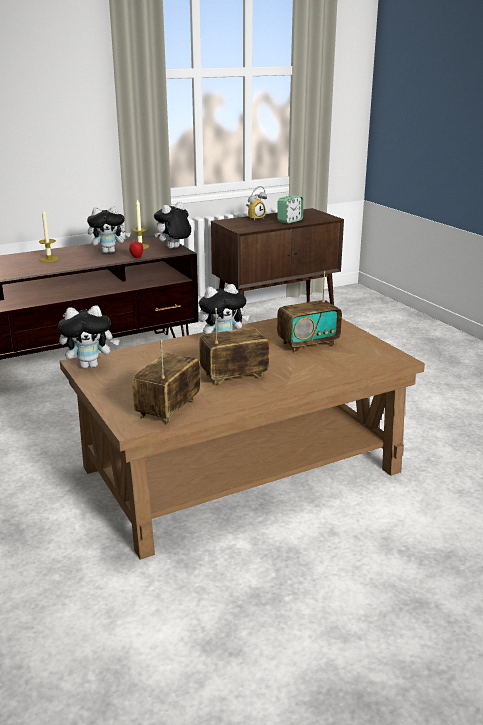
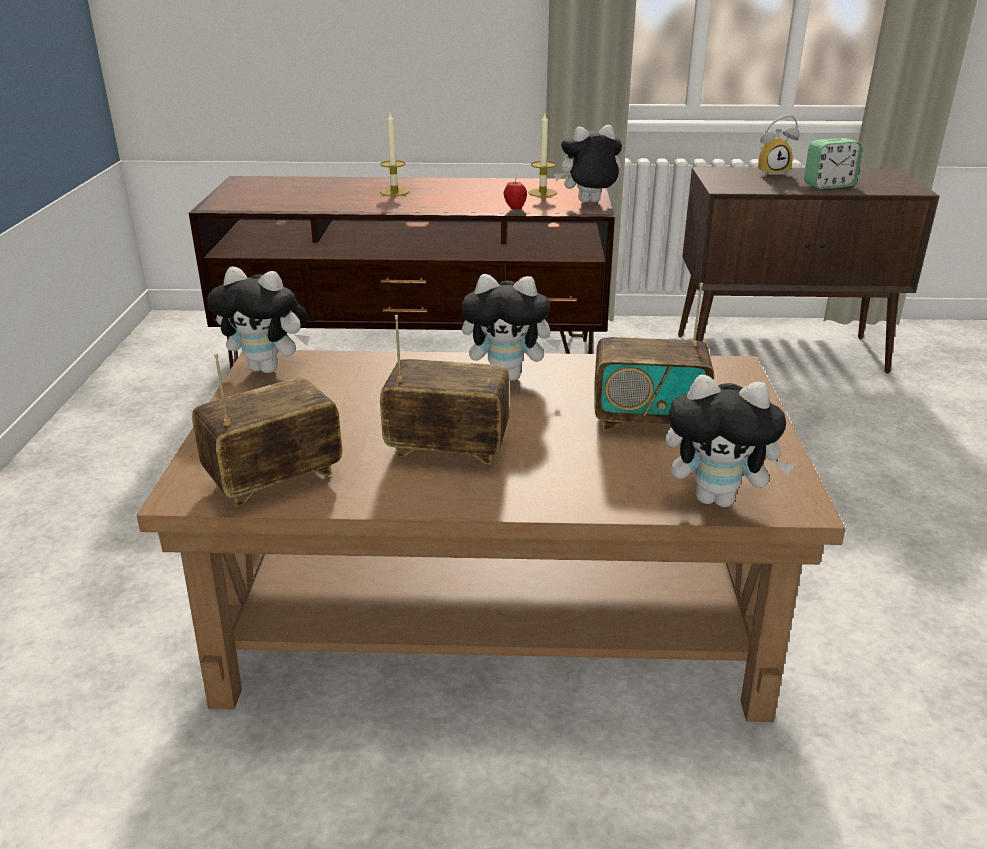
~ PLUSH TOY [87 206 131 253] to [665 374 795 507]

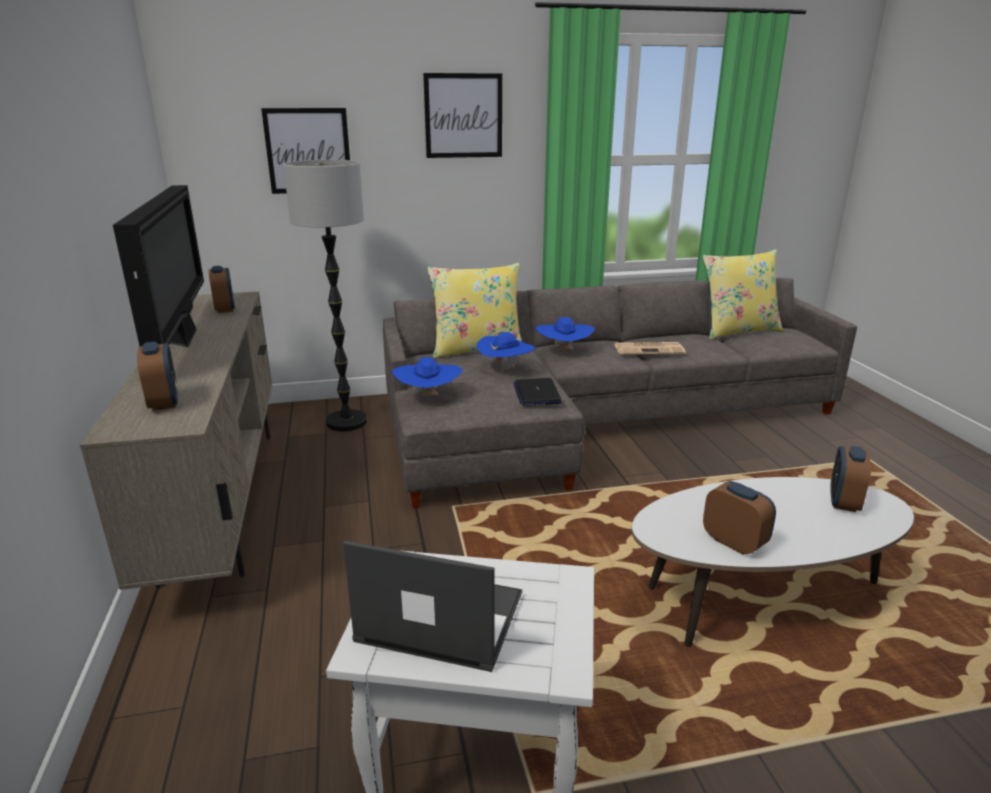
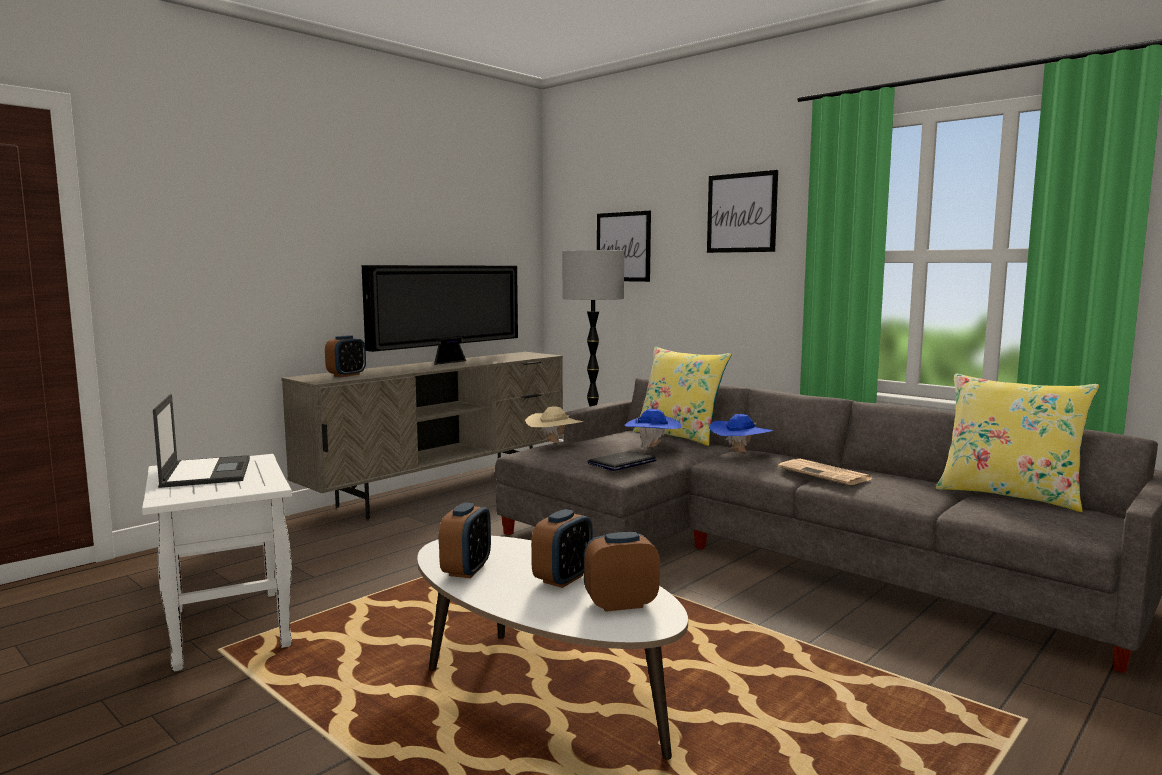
~ ALARM CLOCK [209 266 235 313] to [531 509 593 588]
~ BLUE HAT [392 357 463 396] to BEIGE HAT [525 407 583 444]

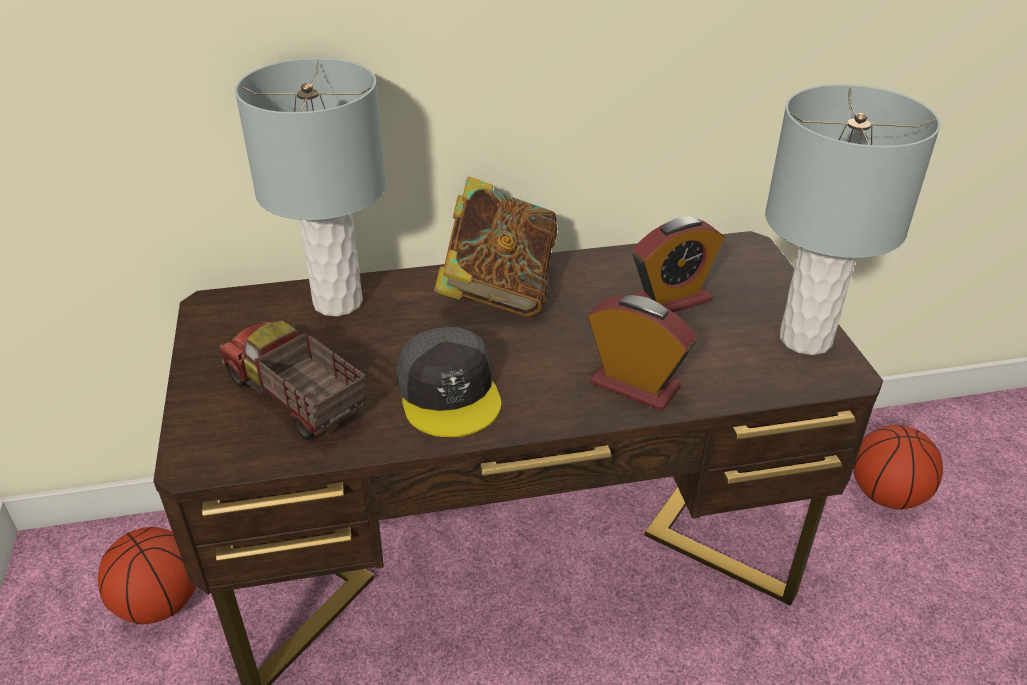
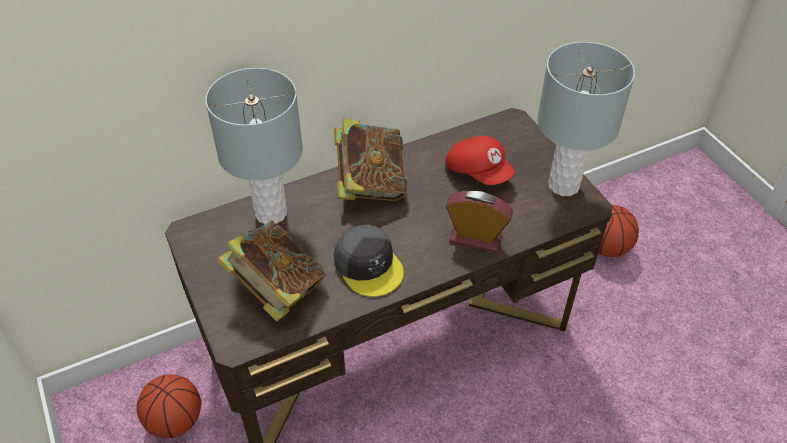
~ ALARM CLOCK [633 216 725 313] to RED CAP [445 136 515 185]
~ TOY TRUCK [220 321 366 440] to BOOK [216 221 326 321]

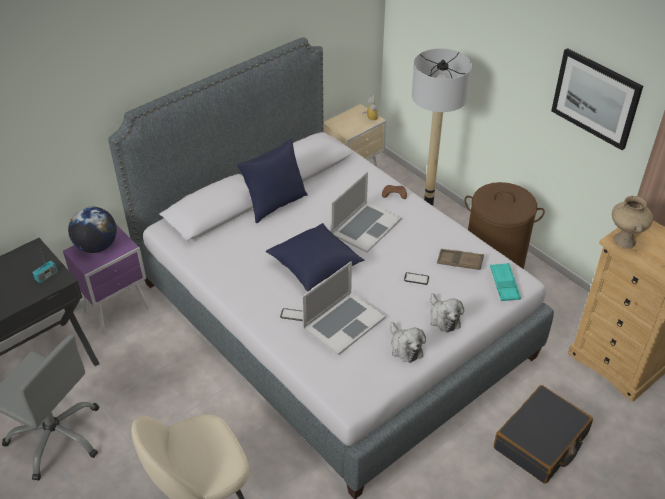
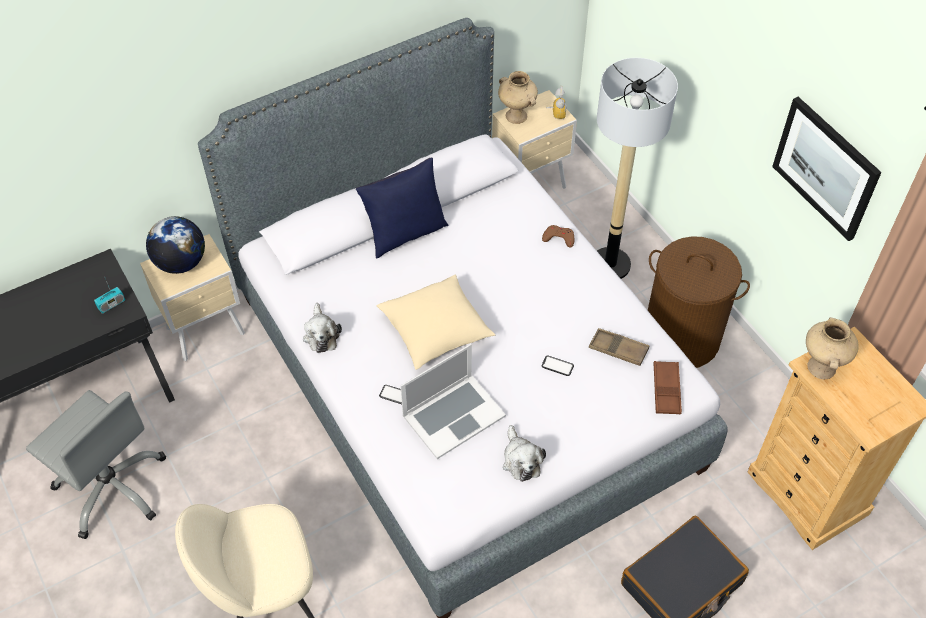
- LAPTOP [331 171 401 253]
~ BLUE PILLOW [266 223 365 292] to BEIGE PILLOW [377 275 495 370]
~ PURPLE NIGHTSTAND [63 224 150 334] to BEIGE NIGHTSTAND [140 234 245 361]
~ TURQUOISE TRAY [490 263 521 301] to BROWN TRAY [653 361 682 414]
~ PLUSH TOY [430 293 464 332] to [303 303 342 353]
+ BEIGE VASE [498 71 538 124]

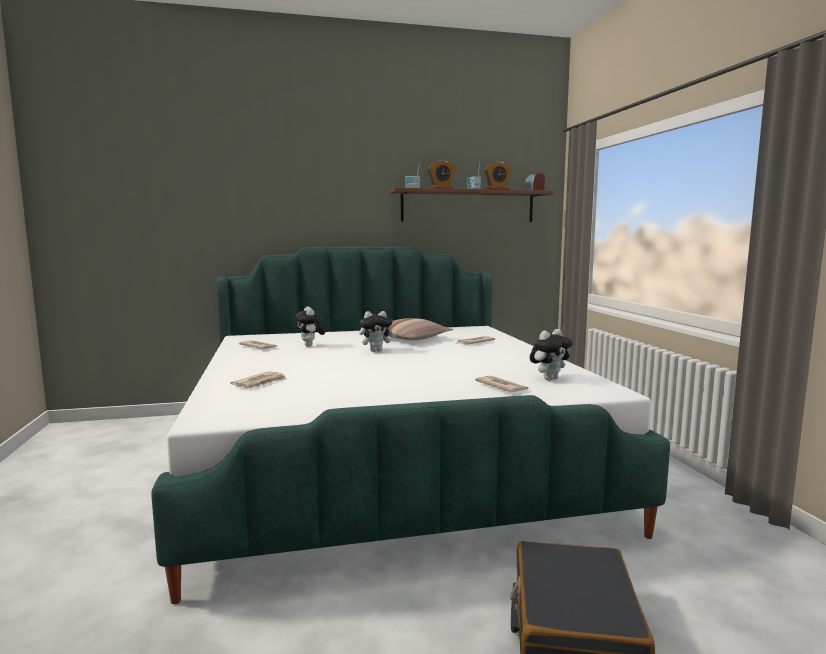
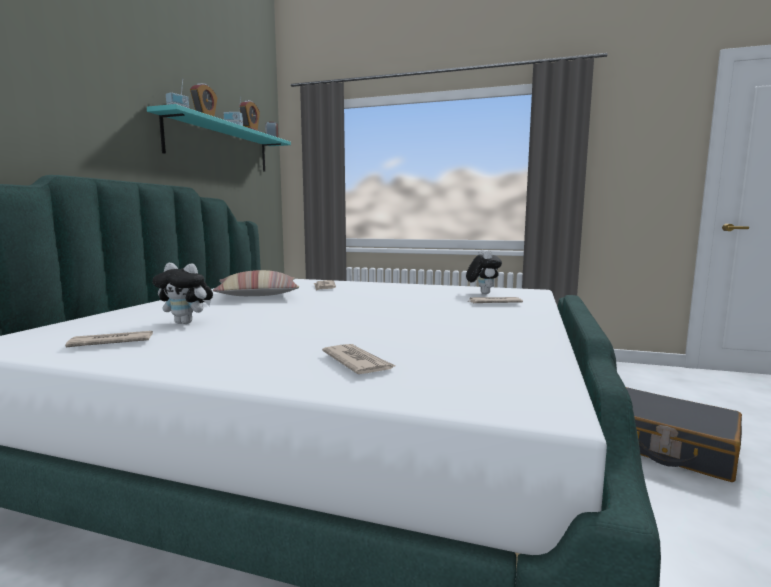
~ BROWN SHELF [389 188 554 222] to TURQUOISE SHELF [147 104 291 172]
- PLUSH TOY [359 311 396 352]

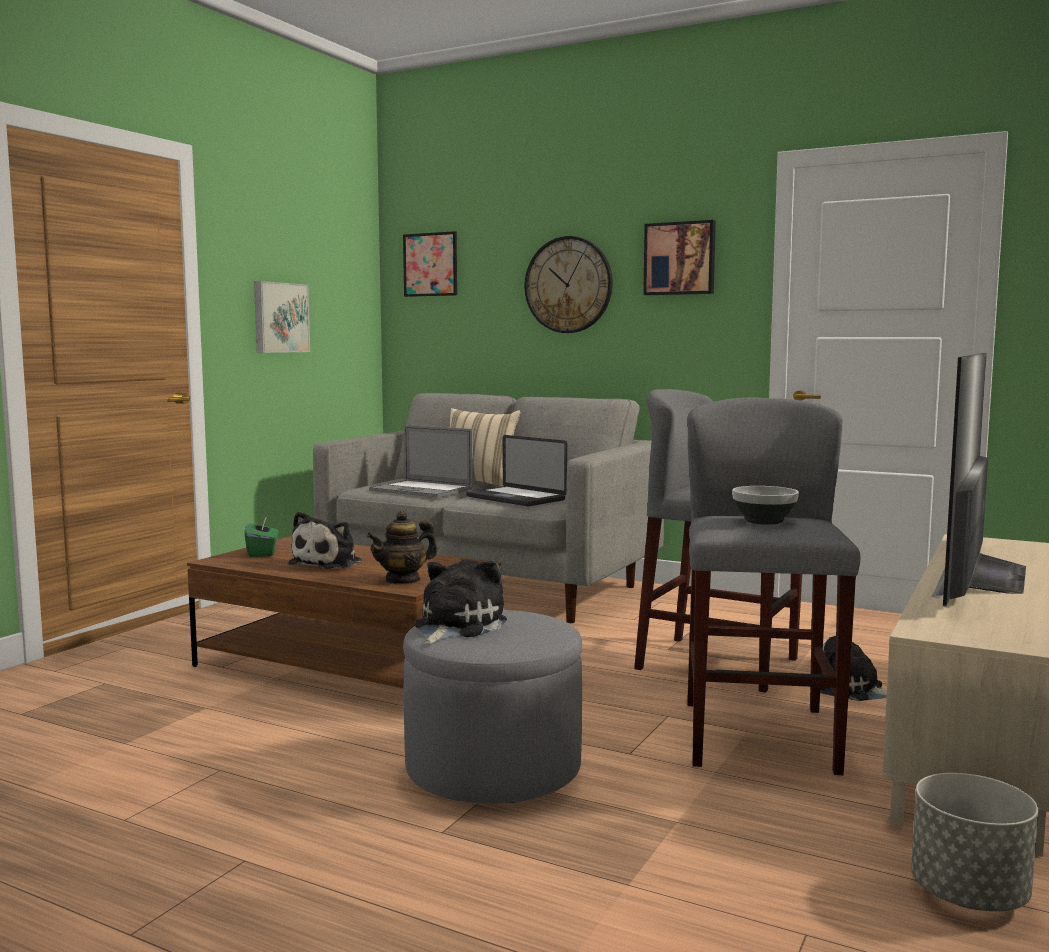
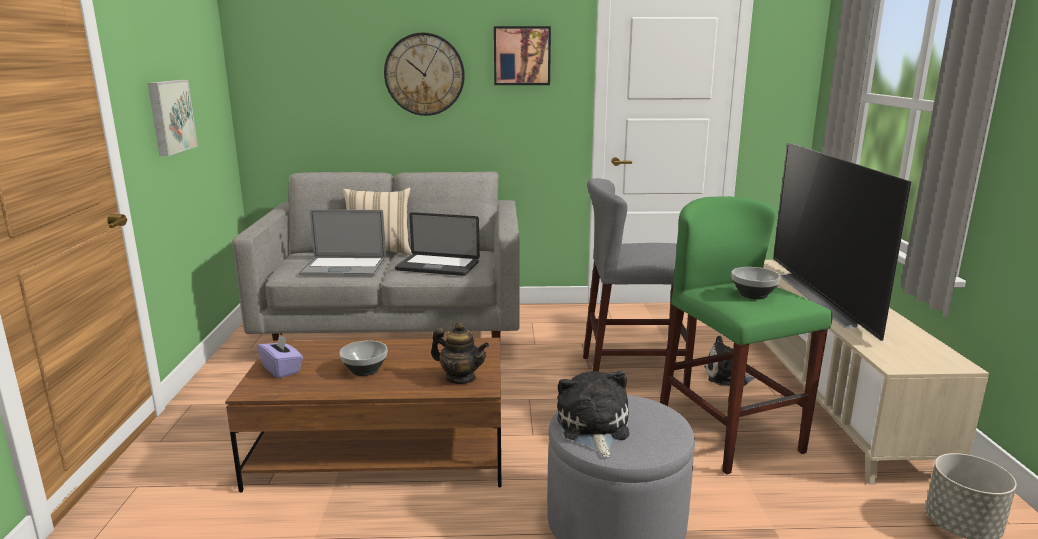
- PICTURE [403 231 457 297]
~ GREY STOOL [687 397 860 775] to GREEN STOOL [660 196 833 474]
~ PLUSH TOY [288 511 362 568] to BOWL [339 340 388 376]
~ TEAPOT [367 511 437 585] = [431 322 489 384] 90 degrees counterclockwise
~ GREEN TISSUE BOX [244 516 278 557] to PURPLE TISSUE BOX [257 334 303 379]

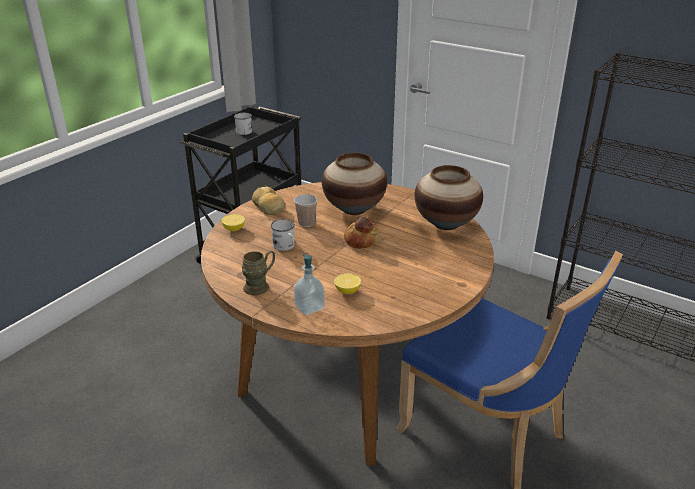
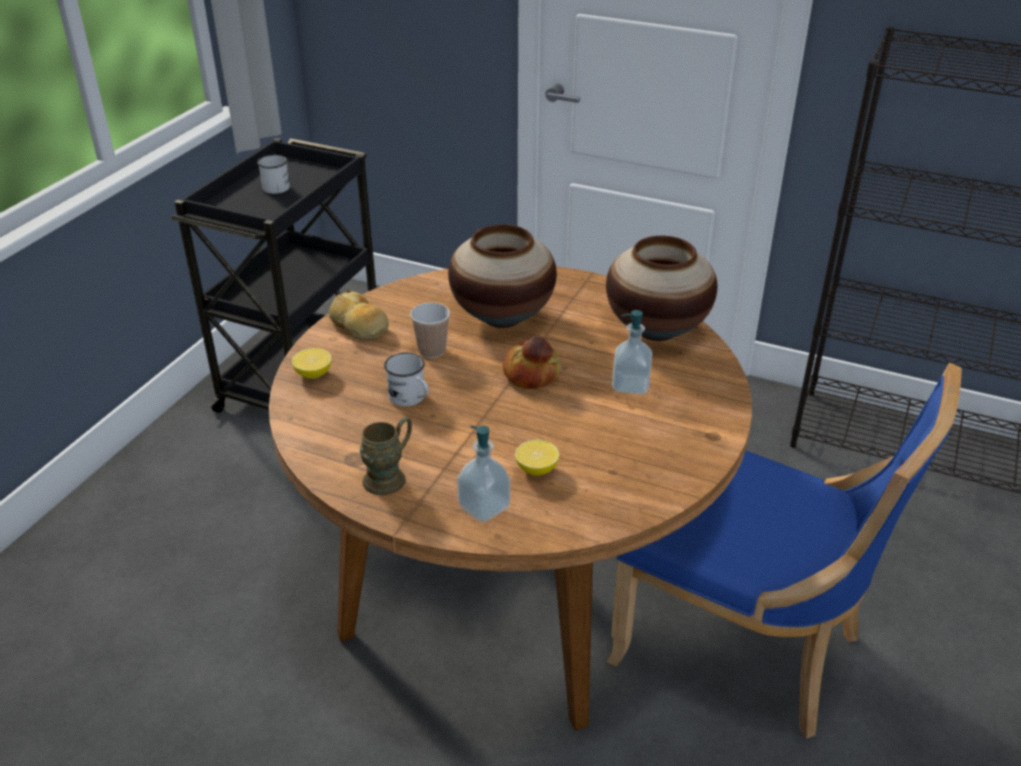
+ SOAP DISPENSER [612 310 652 395]

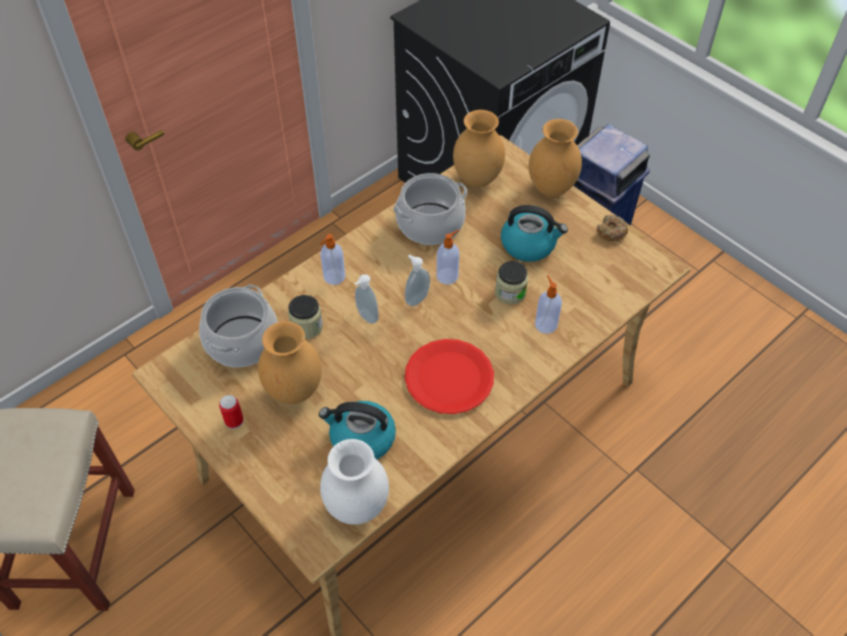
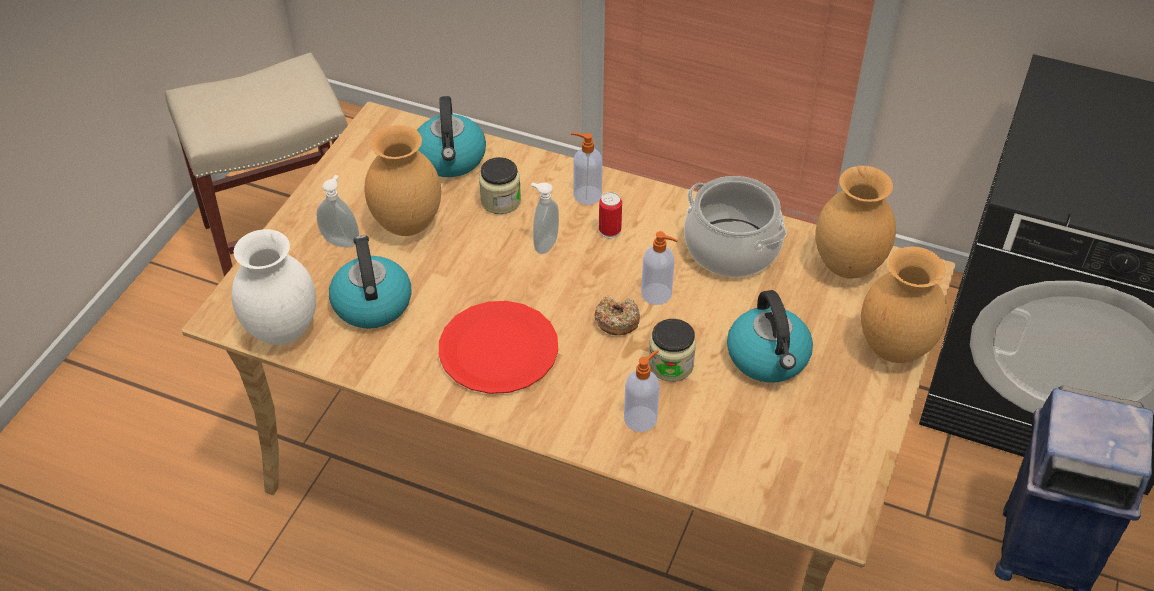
~ DONUT [596 215 628 241] to [595 295 640 335]
~ SOAP DISPENSER [405 255 430 306] to [316 175 359 248]
~ COOKING POT [199 285 278 367] to KETTLE [417 96 486 177]
~ CAN [219 395 243 429] to [599 192 622 238]

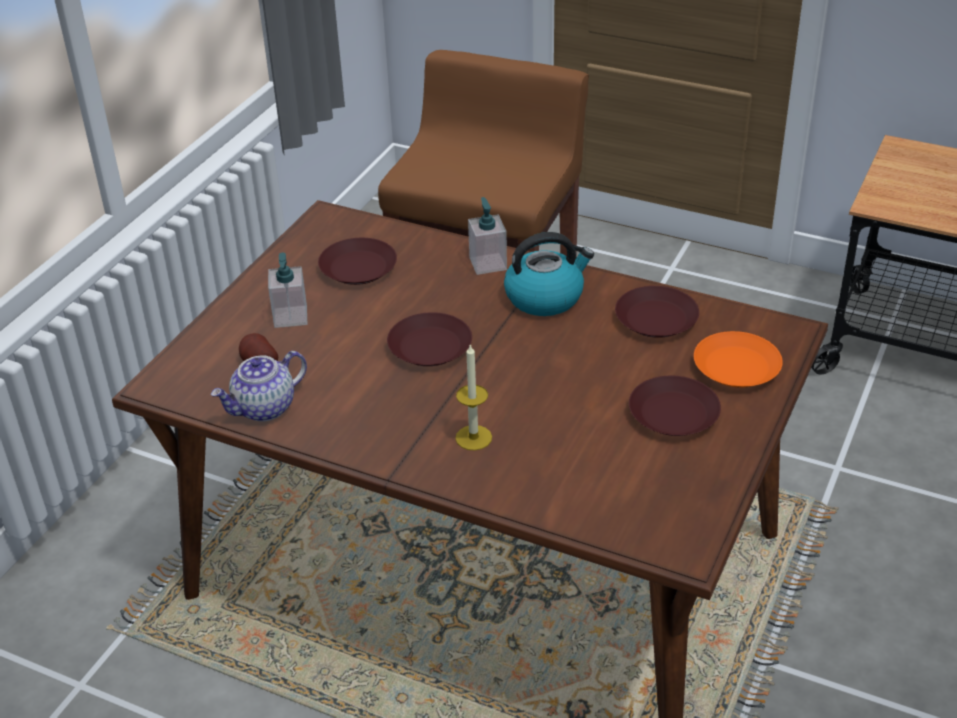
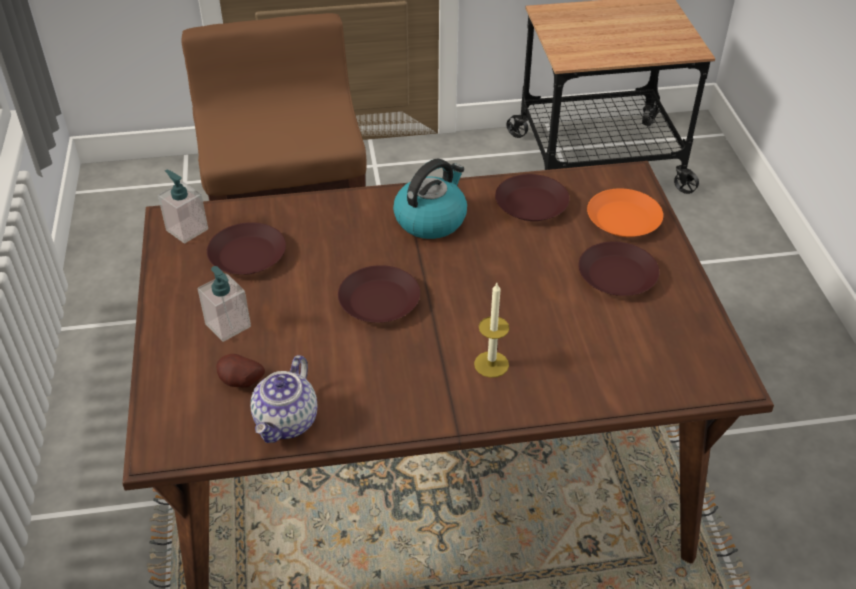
~ SOAP DISPENSER [468 197 507 275] to [158 170 208 243]

